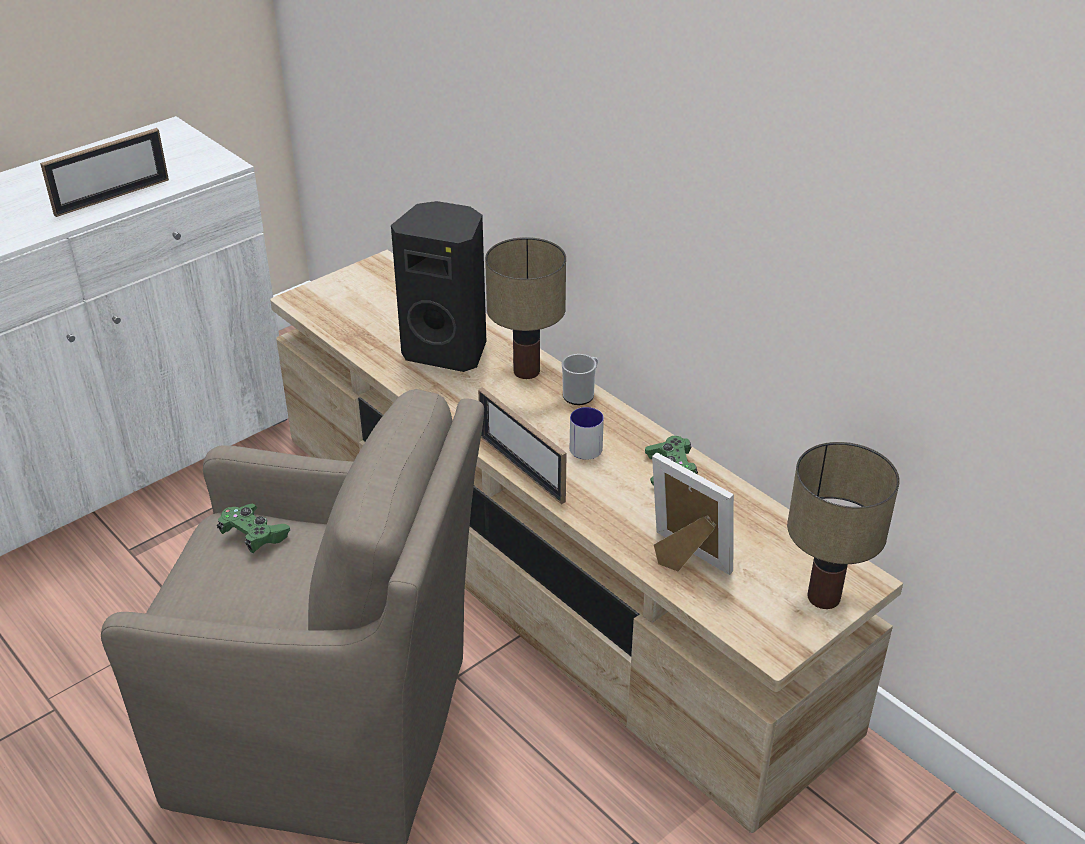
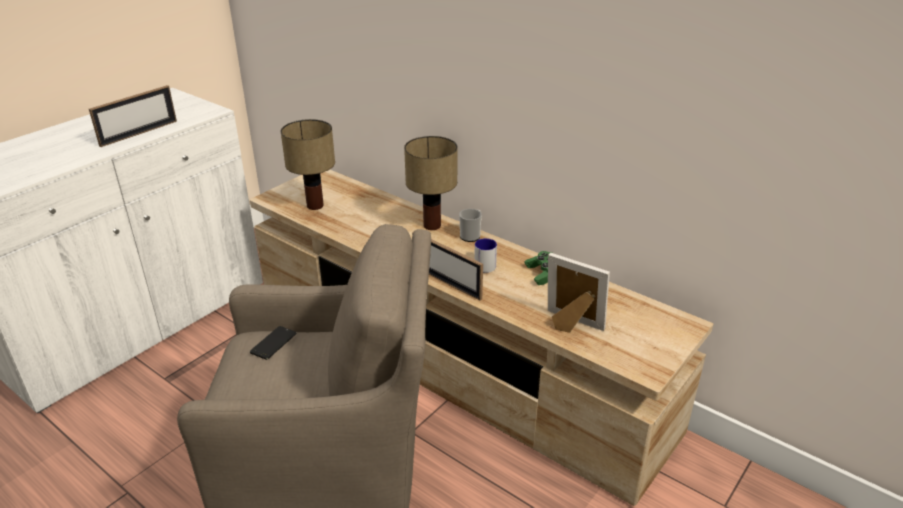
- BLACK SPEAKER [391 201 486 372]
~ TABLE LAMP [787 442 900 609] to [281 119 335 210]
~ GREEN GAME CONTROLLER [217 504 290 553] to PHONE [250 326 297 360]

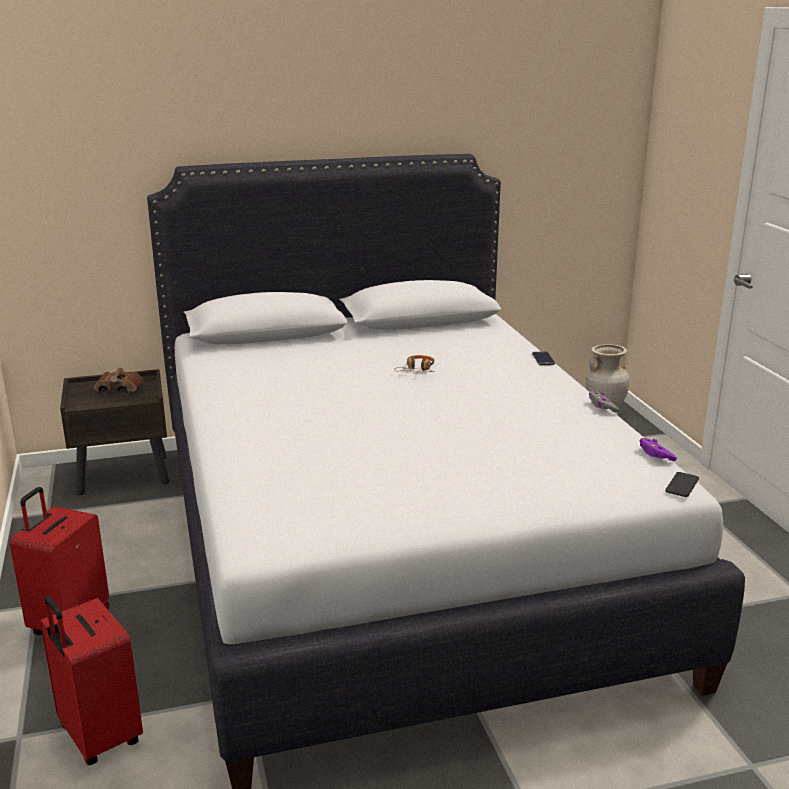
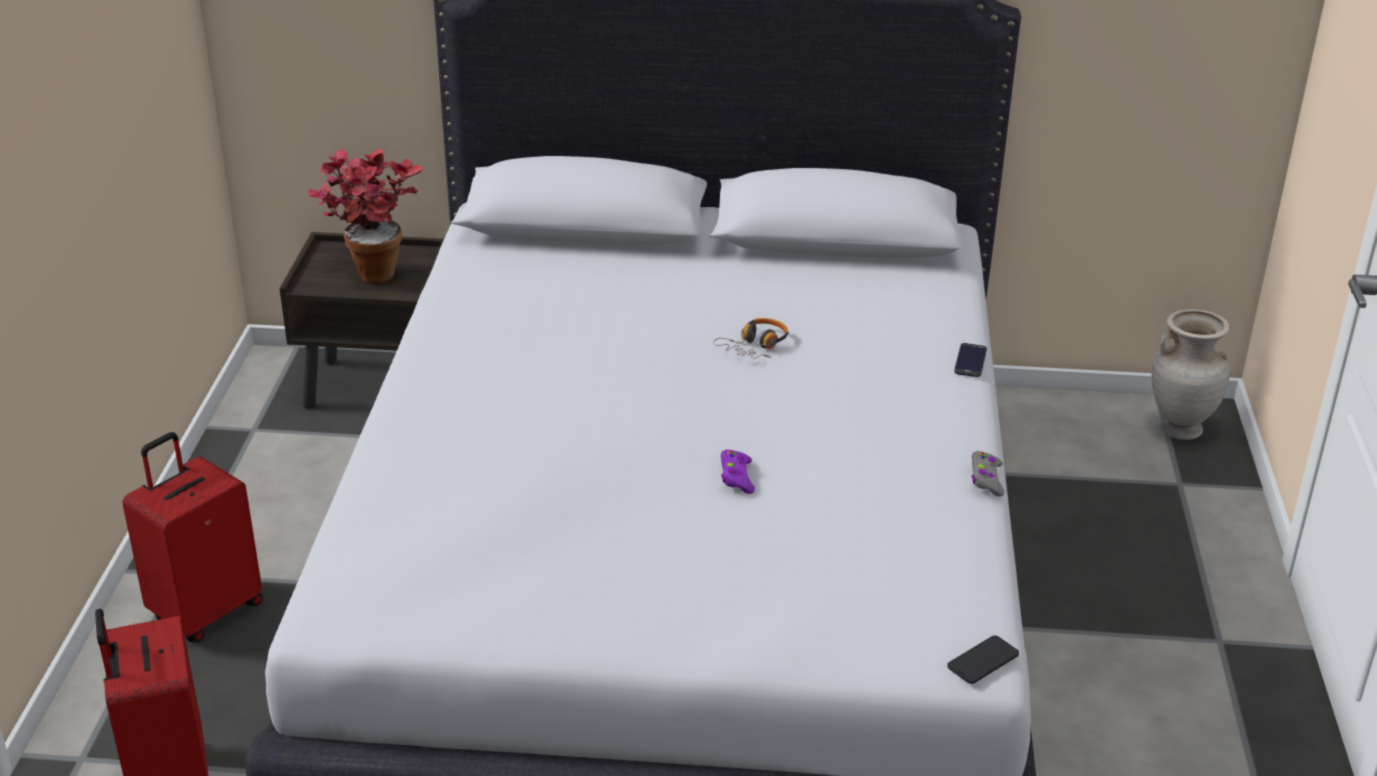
~ BROWN BINOCULARS [94 368 143 395] to POTTED PLANT [307 148 423 284]
~ PURPLE GAME CONTROLLER [639 438 677 461] to [721 450 755 494]

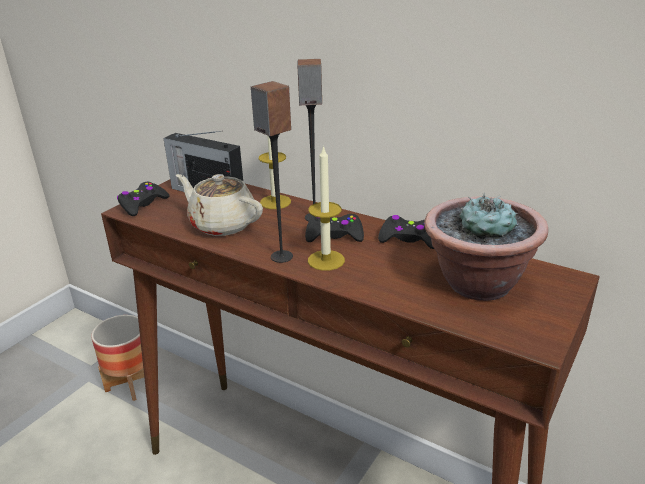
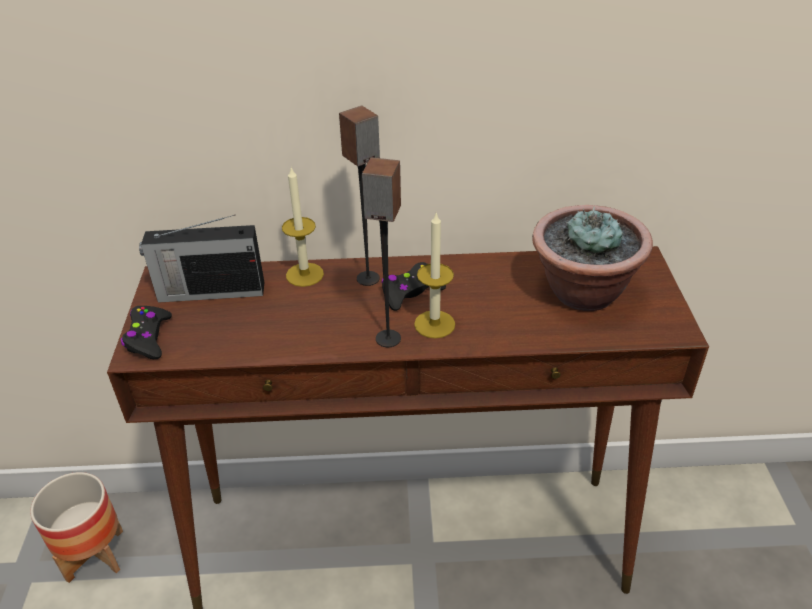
- BEIGE TEAPOT [176 174 263 236]
- BLACK GAME CONTROLLER [378 215 434 249]

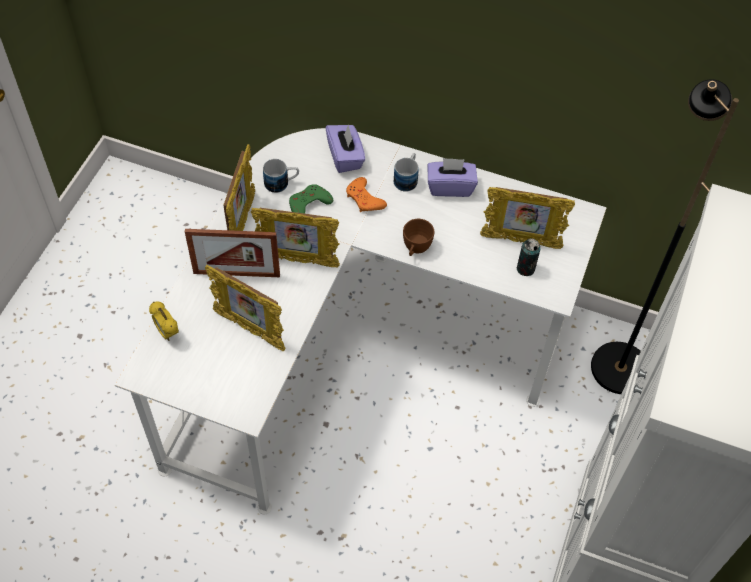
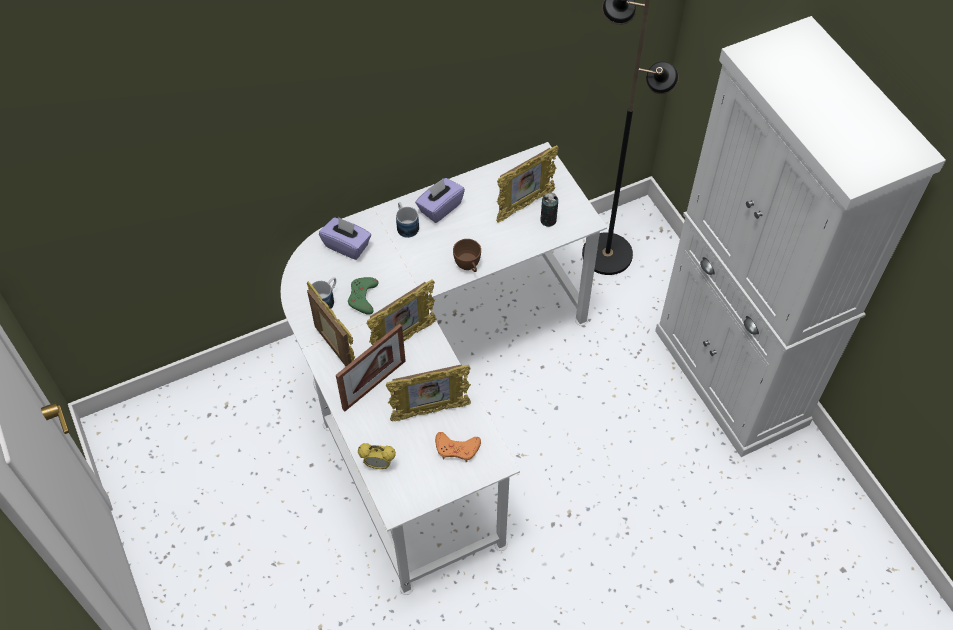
~ ORANGE GAME CONTROLLER [346 177 387 212] to [435 432 481 462]

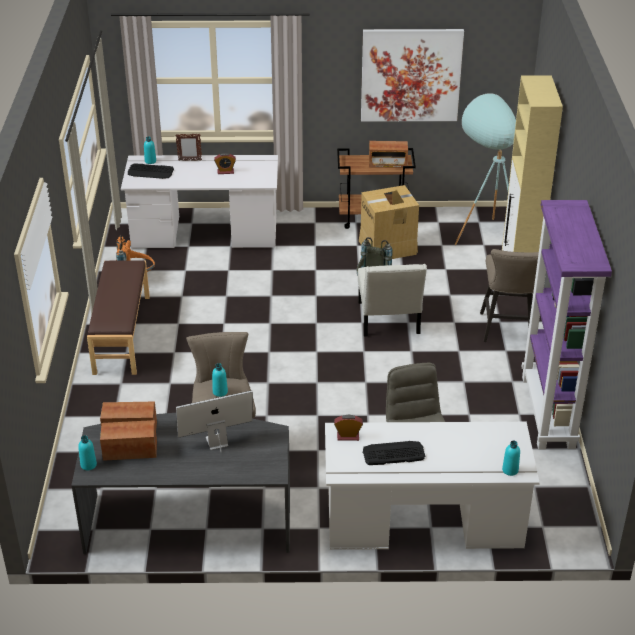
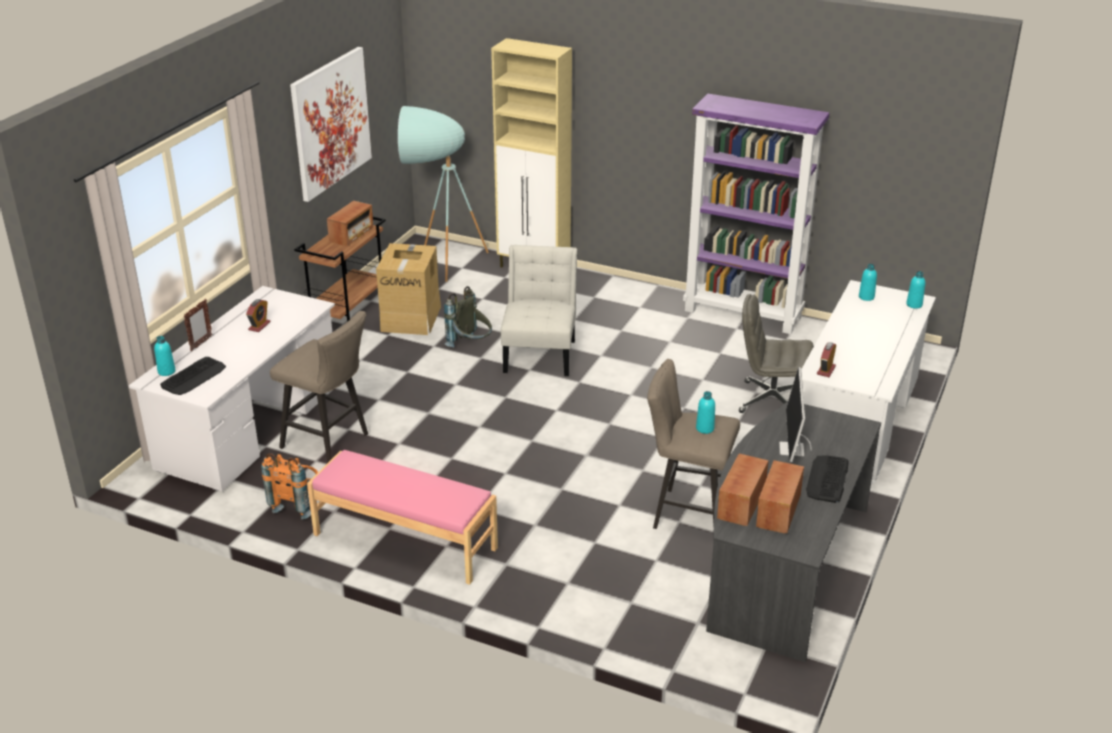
~ BEIGE STOOL [480 249 539 342] to [270 311 368 463]
~ BROWN BENCH [87 260 150 375] to PINK BENCH [307 450 498 585]
~ WHITE CHAIR [358 264 427 337] = [501 245 577 376] 105 degrees counterclockwise
~ TURQUOISE BOTTLE [78 435 97 470] to [859 264 877 301]
~ KEYBOARD [363 441 425 465] to [806 455 849 503]

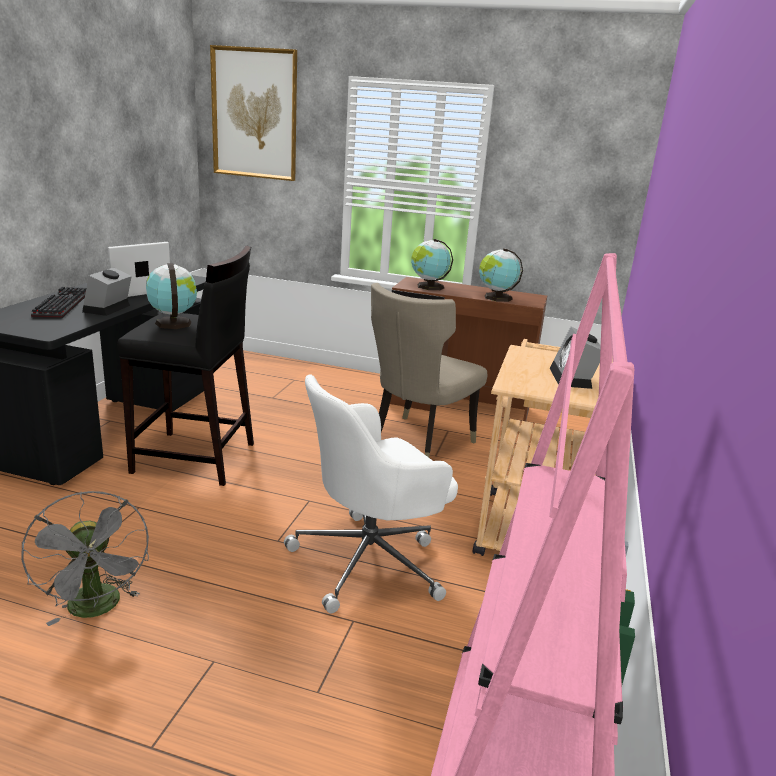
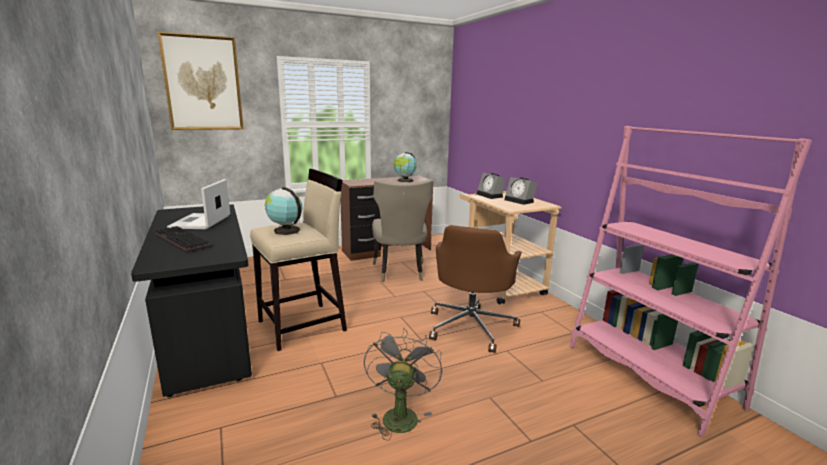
- GLOBE [411 239 453 290]
~ BLACK STOOL [117 245 254 486] to BEIGE STOOL [250 169 347 351]
~ ALARM CLOCK [82 267 132 316] to [477 172 507 199]
~ WHITE OFFICE CHAIR [284 374 458 613] to BROWN OFFICE CHAIR [429 225 522 353]
~ GREY FAN [21 491 149 626] = [364 328 442 441] 105 degrees counterclockwise

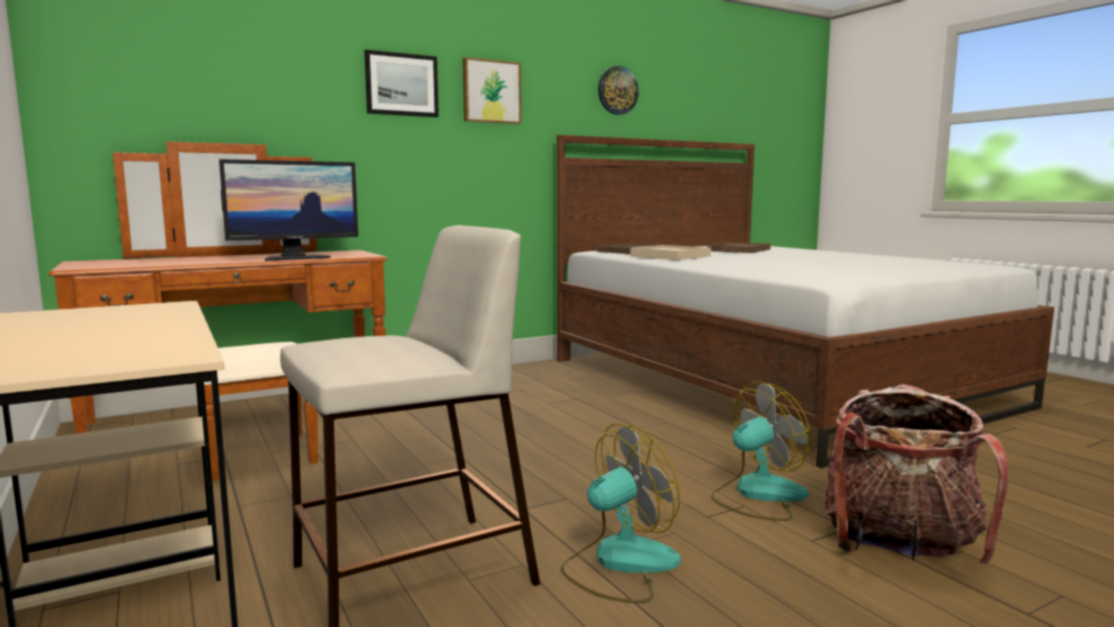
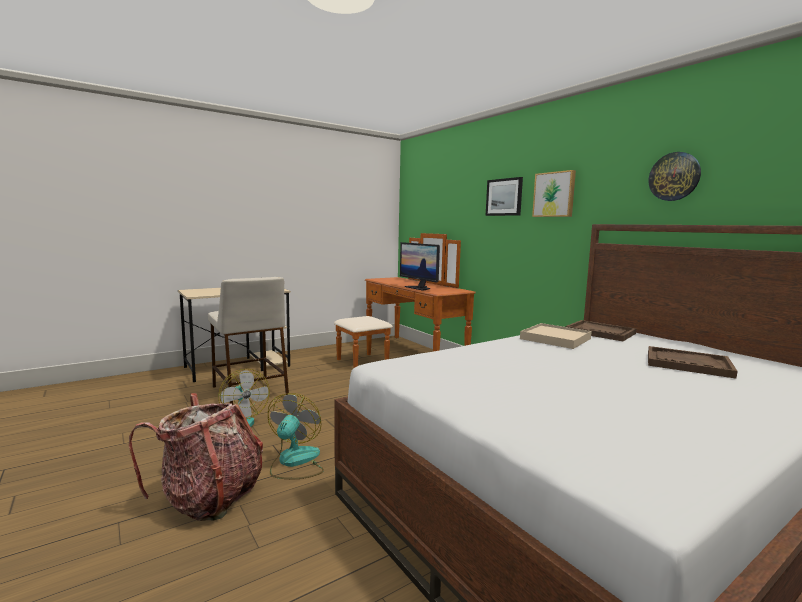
~ FAN [711 382 811 521] = [268 393 324 479] 135 degrees counterclockwise

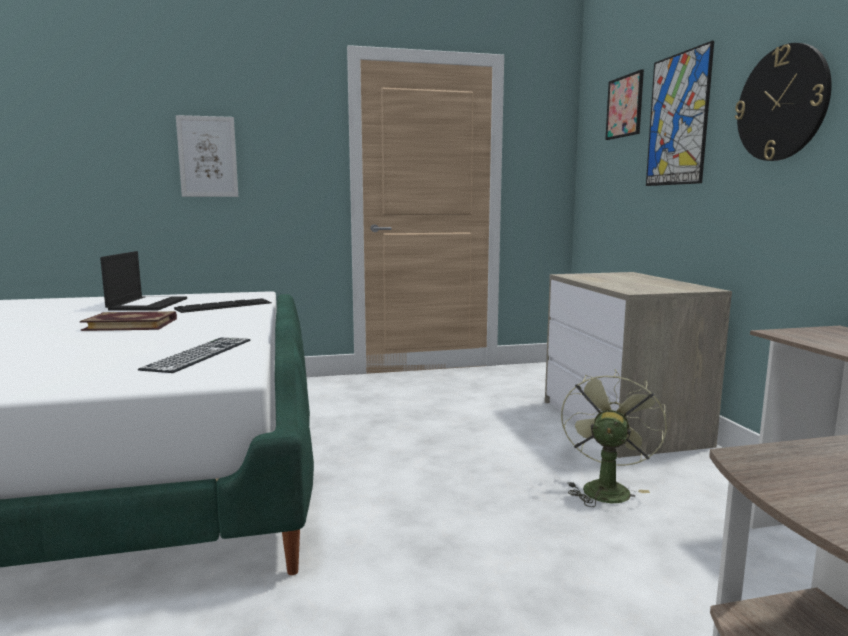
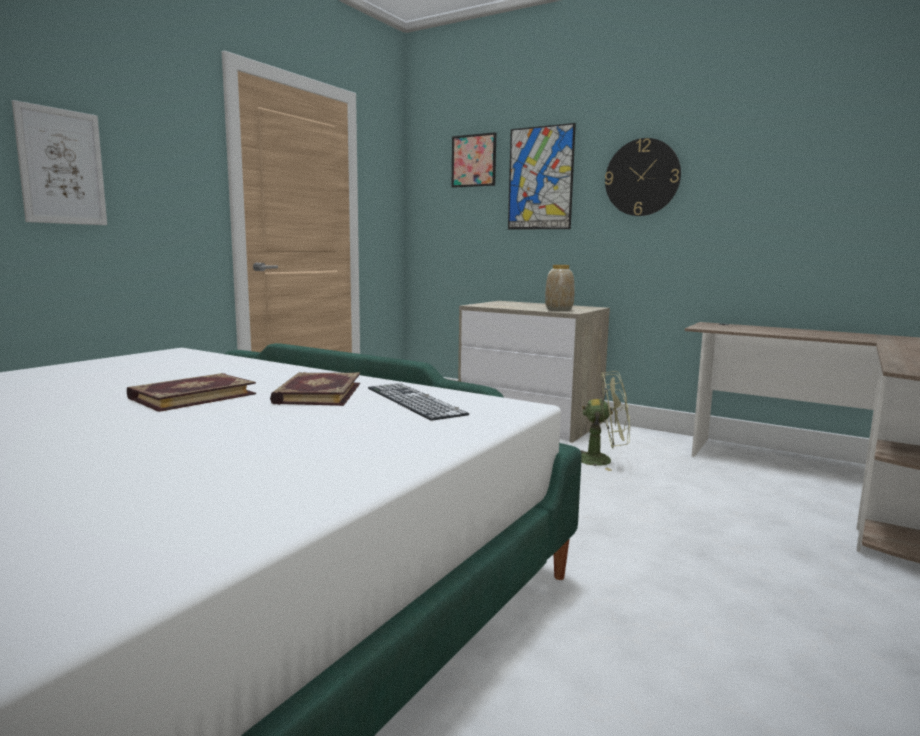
- LAPTOP [100 251 187 310]
- KEYBOARD [174 298 272 313]
~ GREEN FAN [561 369 667 507] = [581 371 630 471] 120 degrees clockwise
+ VASE [545 265 575 311]
+ BOOK [270 372 360 406]

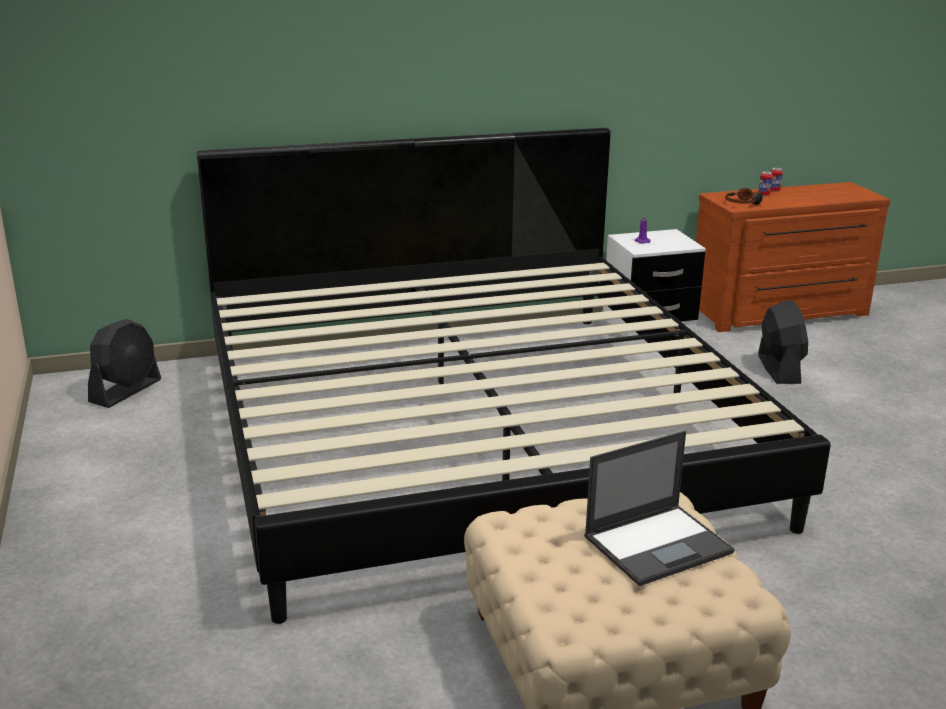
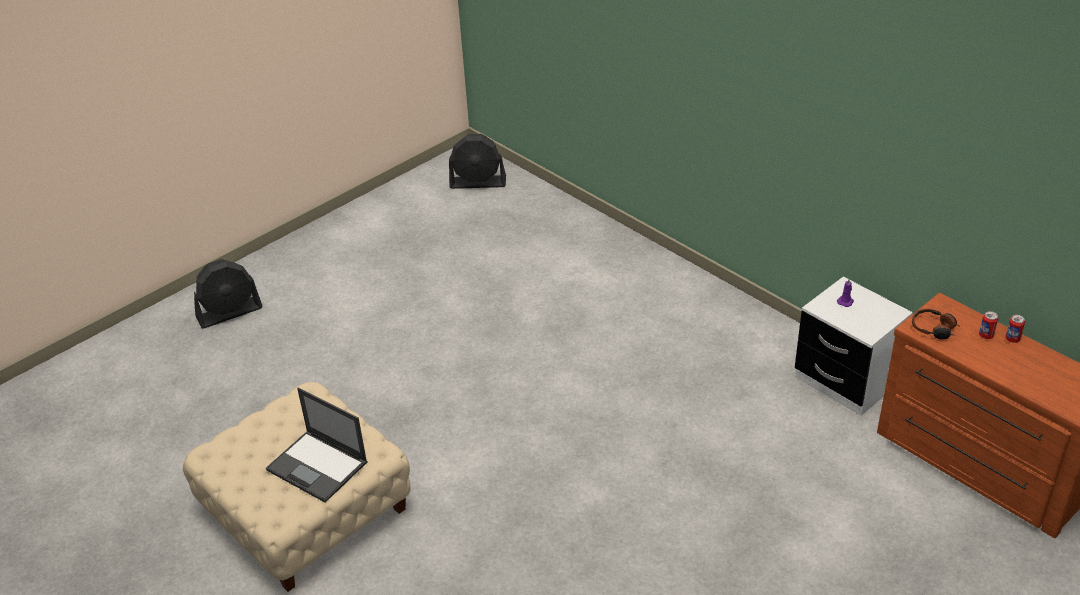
- BED [197 128 831 624]
~ BLACK FAN [758 300 808 384] to [194 259 263 328]

